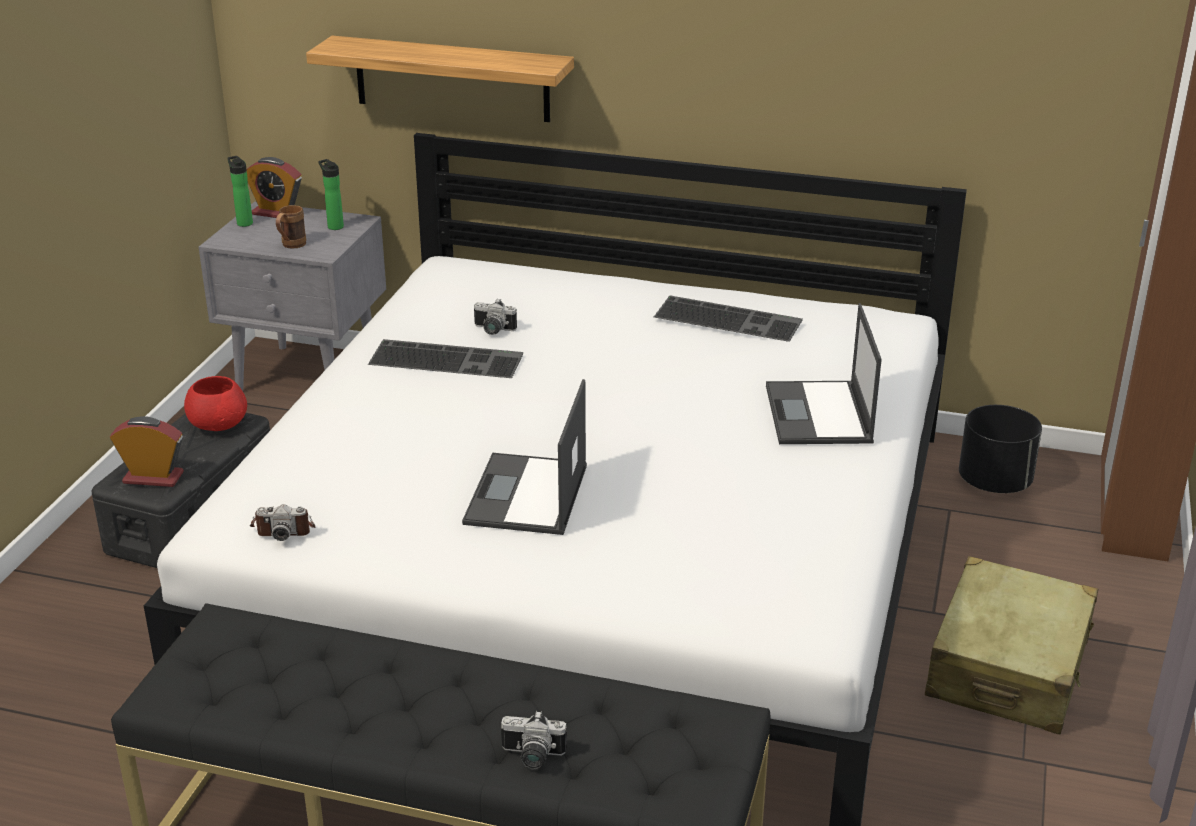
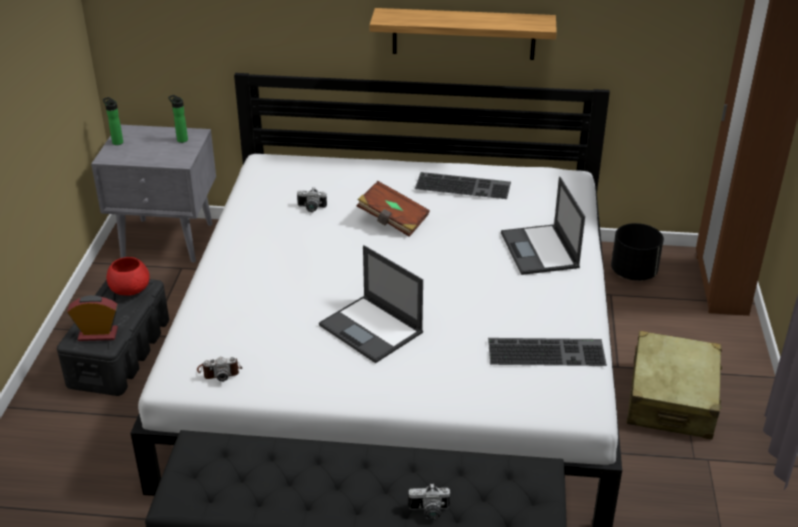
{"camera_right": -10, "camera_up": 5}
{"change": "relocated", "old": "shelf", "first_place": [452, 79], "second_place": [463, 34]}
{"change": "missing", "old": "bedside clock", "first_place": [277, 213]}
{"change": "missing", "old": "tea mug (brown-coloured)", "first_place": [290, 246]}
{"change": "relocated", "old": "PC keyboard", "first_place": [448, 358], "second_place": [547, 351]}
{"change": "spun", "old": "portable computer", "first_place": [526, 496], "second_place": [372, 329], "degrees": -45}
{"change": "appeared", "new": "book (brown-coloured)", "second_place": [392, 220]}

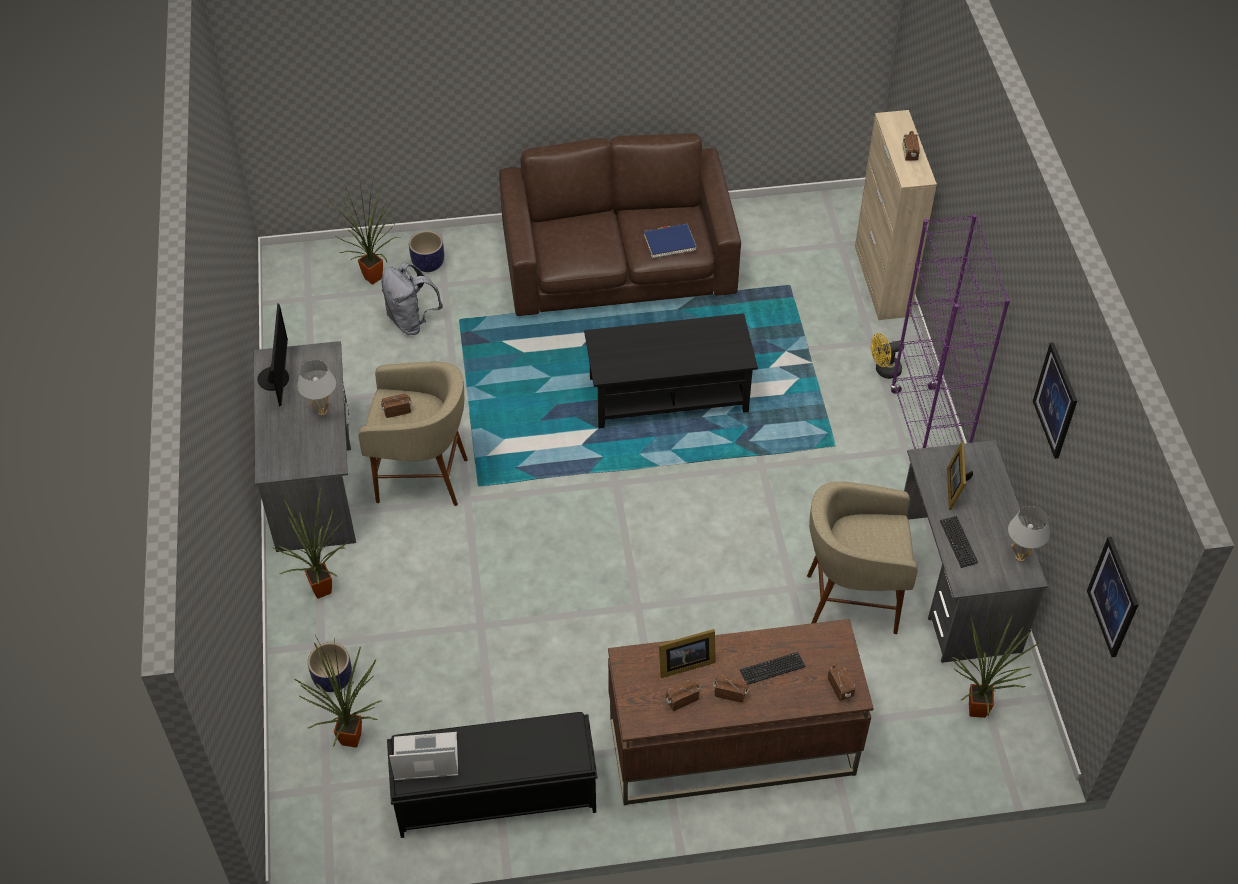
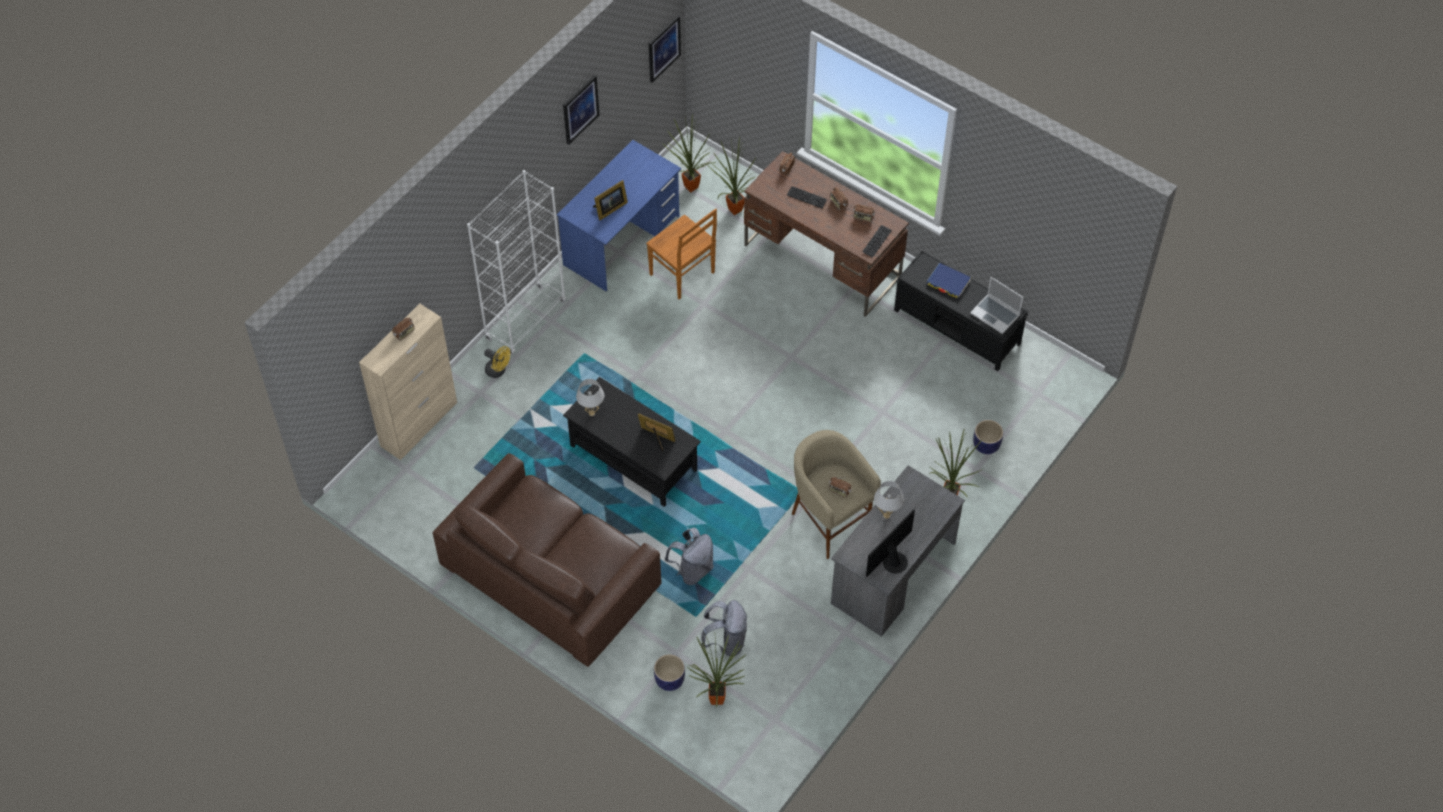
{"camera_right": -135, "camera_up": 5}
{"change": "colour", "old": "shelving unit (purple)", "new": "shelving unit (white)", "first_place": [927, 431], "second_place": [525, 320]}
{"change": "relocated", "old": "book (blue)", "first_place": [669, 243], "second_place": [948, 282]}
{"change": "colour", "old": "desk table (gray)", "new": "desk table (blue)", "first_place": [957, 584], "second_place": [622, 241]}
{"change": "exchanged", "old": "stool (beige)", "new": "chair (brown-coloured)", "first_place": [851, 601], "second_place": [683, 274]}
{"change": "relocated", "old": "table lamp (white)", "first_place": [1020, 558], "second_place": [592, 413]}
{"change": "relocated", "old": "PC keyboard", "first_place": [958, 542], "second_place": [876, 242]}
{"change": "relocated", "old": "picture frame", "first_place": [683, 664], "second_place": [657, 438]}
{"change": "relocated", "old": "plant in a pot", "first_place": [353, 736], "second_place": [732, 211]}
{"change": "appeared", "new": "knapsack (gray)", "second_place": [692, 570]}

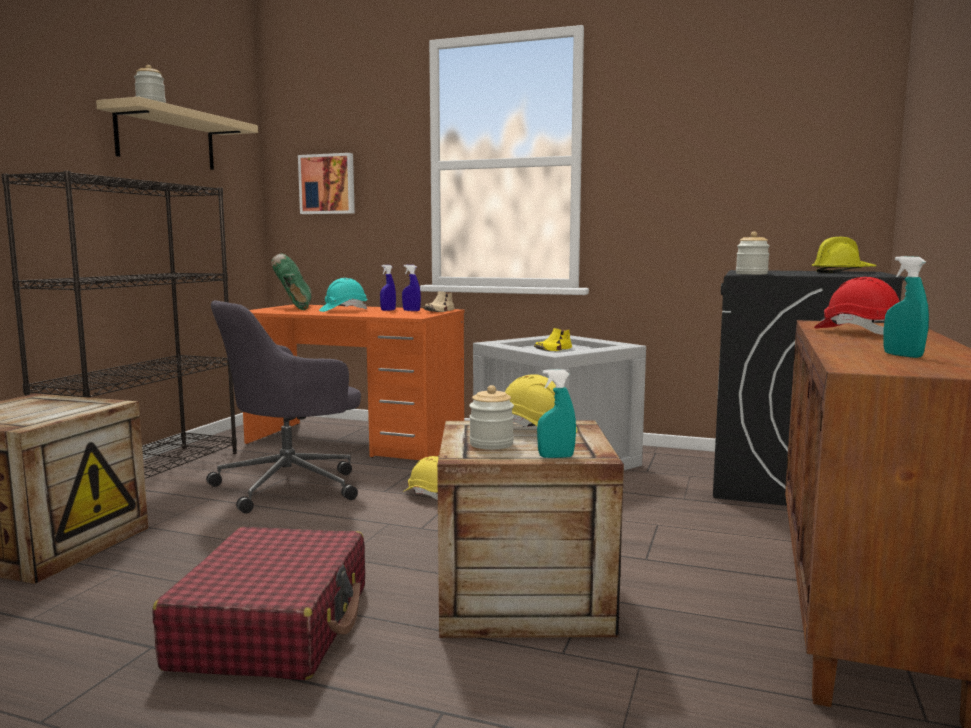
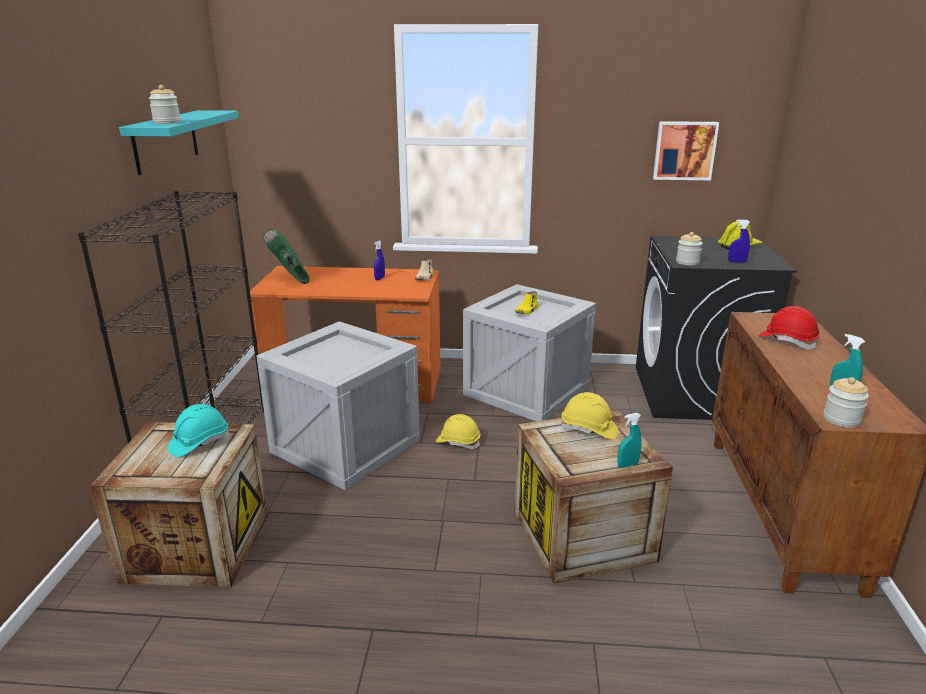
{"camera_right": -15, "camera_up": 15}
{"change": "colour", "old": "shelf (beige)", "new": "shelf (blue-green)", "first_place": [166, 139], "second_place": [166, 141]}
{"change": "relocated", "old": "picture", "first_place": [328, 184], "second_place": [684, 150]}
{"change": "relocated", "old": "hand sprayer (blue)", "first_place": [411, 311], "second_place": [736, 262]}
{"change": "relocated", "old": "hard hat (blue-green)", "first_place": [343, 310], "second_place": [199, 442]}
{"change": "exchanged", "old": "computer chair (gray)", "new": "packing crate", "first_place": [291, 486], "second_place": [343, 446]}
{"change": "relocated", "old": "storage jar", "first_place": [491, 444], "second_place": [841, 419]}
{"change": "missing", "old": "piece of luggage (red-coloured)", "first_place": [274, 626]}

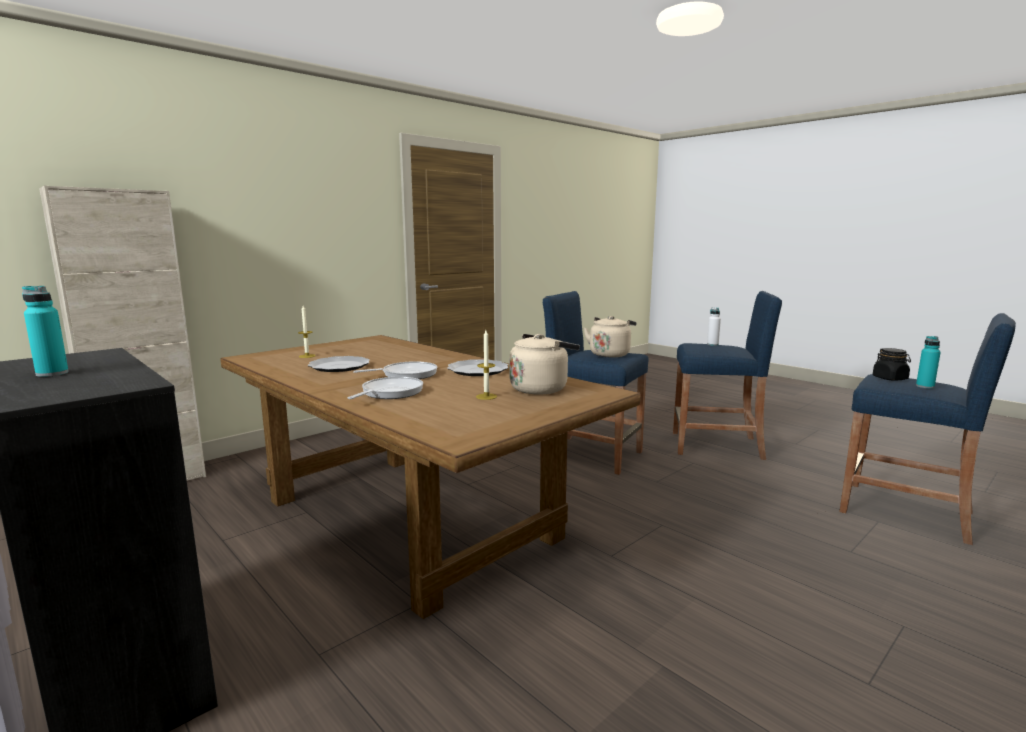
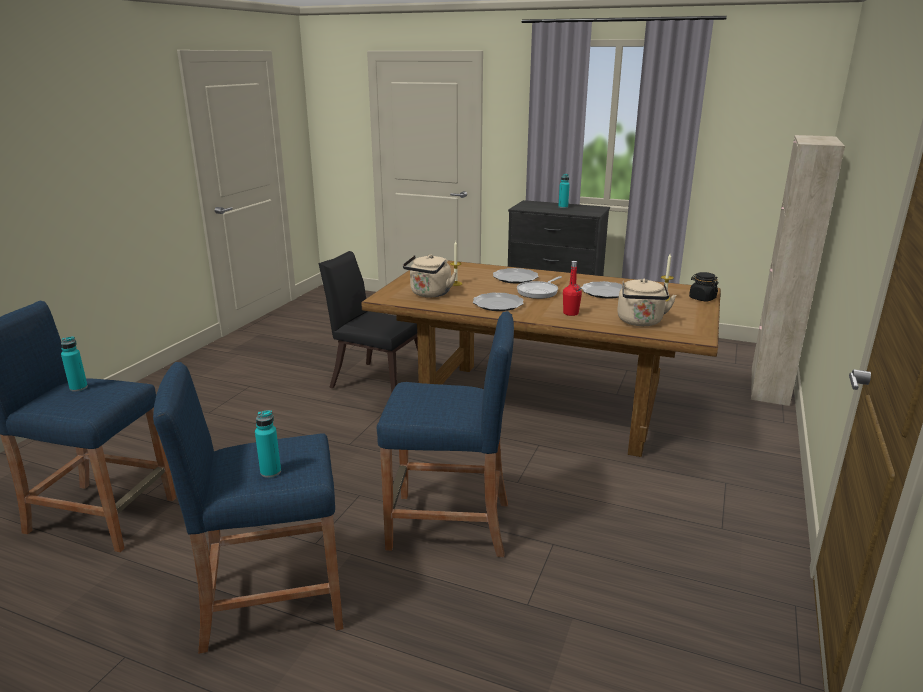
{"camera_right": 155, "camera_up": 10}
{"change": "colour", "old": "beverage bottle (white)", "new": "beverage bottle (blue-green)", "first_place": [712, 344], "second_place": [270, 472]}
{"change": "relocated", "old": "water kettle (beige)", "first_place": [610, 354], "second_place": [640, 322]}
{"change": "relocated", "old": "storage jar (blackish)", "first_place": [890, 378], "second_place": [702, 298]}
{"change": "exchanged", "old": "frying pan", "new": "flat dish", "first_place": [390, 393], "second_place": [515, 278]}
{"change": "appeared", "new": "chair (blackish)", "second_place": [375, 381]}
{"change": "appeared", "new": "beverage bottle (red-coloured)", "second_place": [570, 313]}

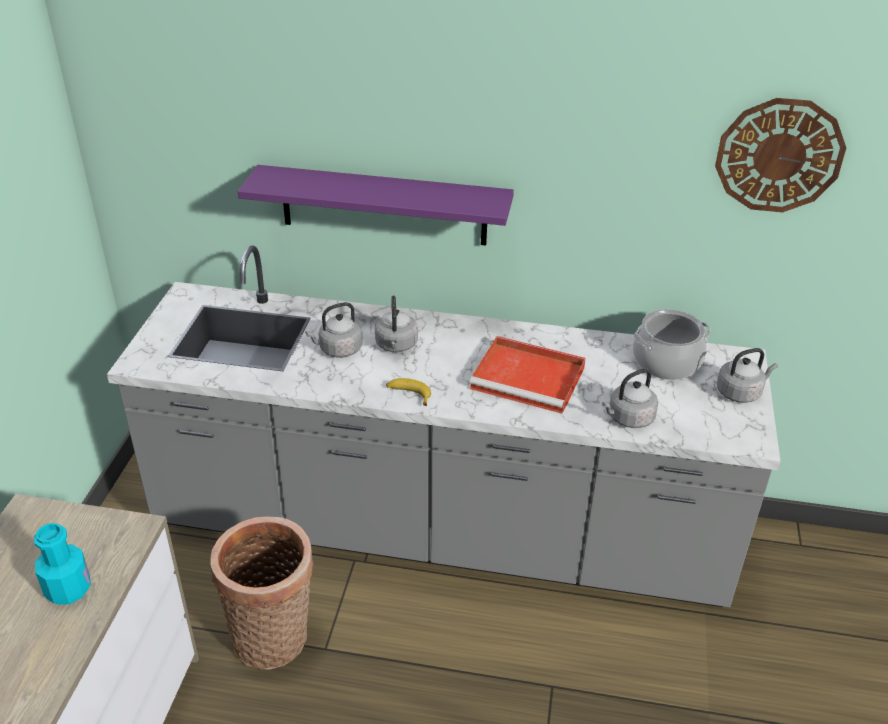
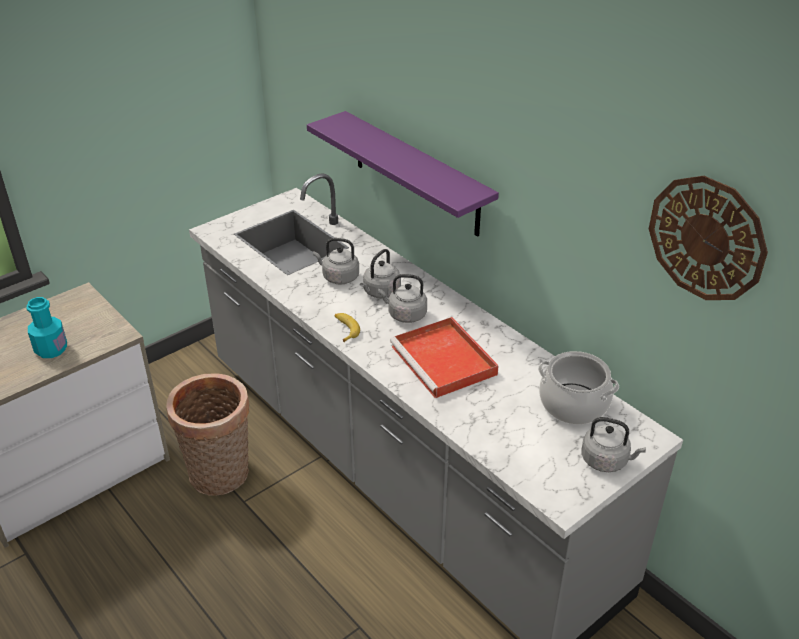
{"camera_right": 40, "camera_up": 0}
{"change": "relocated", "old": "water kettle (gray)", "first_place": [628, 419], "second_place": [405, 315]}

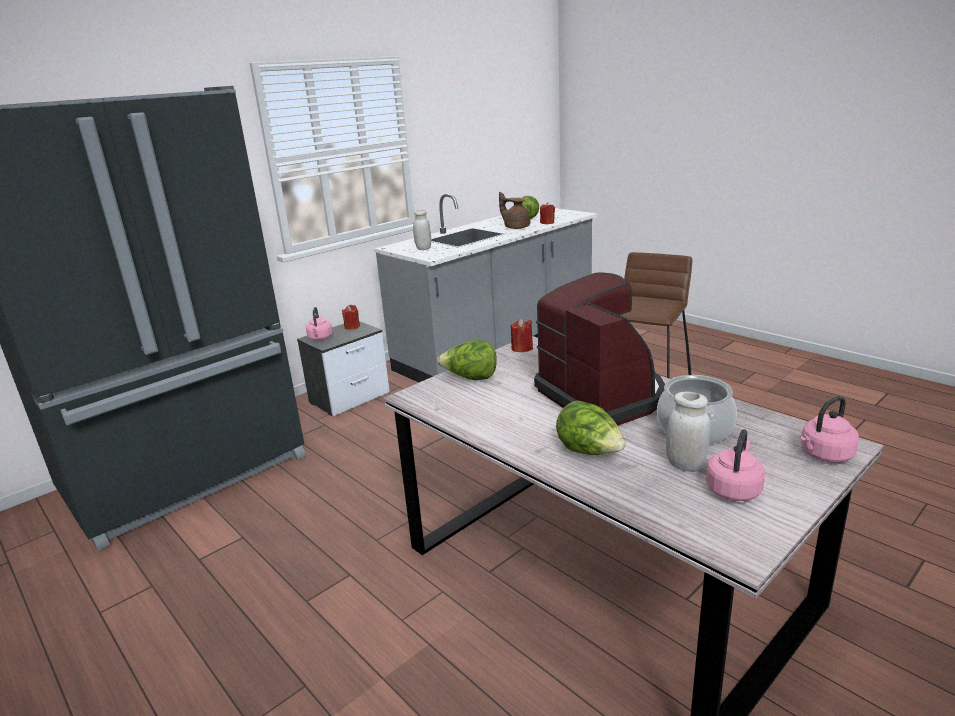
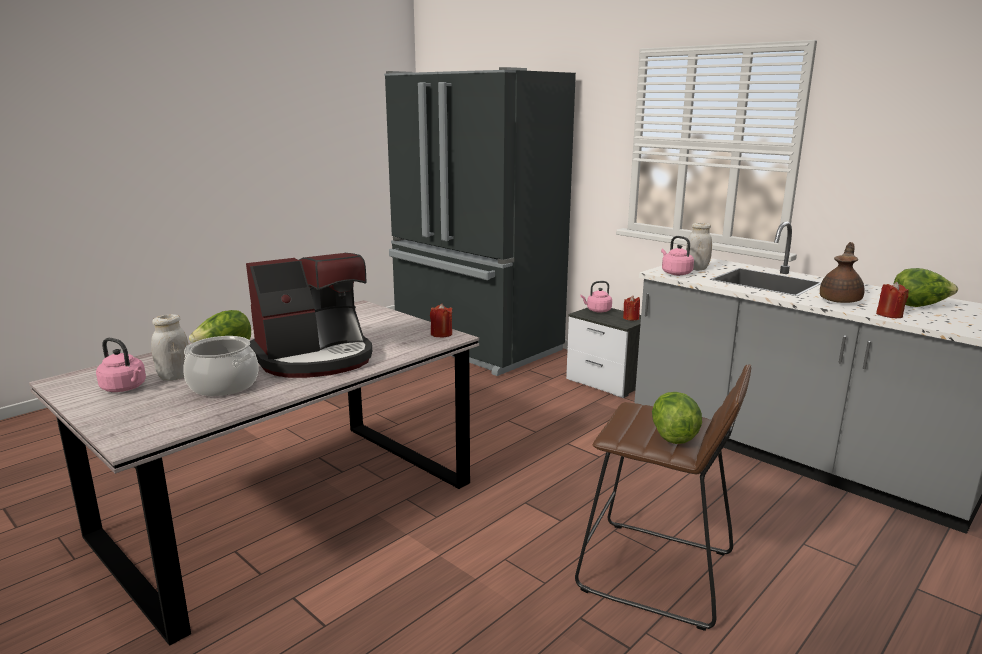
{"camera_right": 85, "camera_up": -5}
{"change": "relocated", "old": "lettuce head", "first_place": [470, 378], "second_place": [673, 435]}
{"change": "relocated", "old": "water kettle (pinkish)", "first_place": [824, 455], "second_place": [675, 273]}

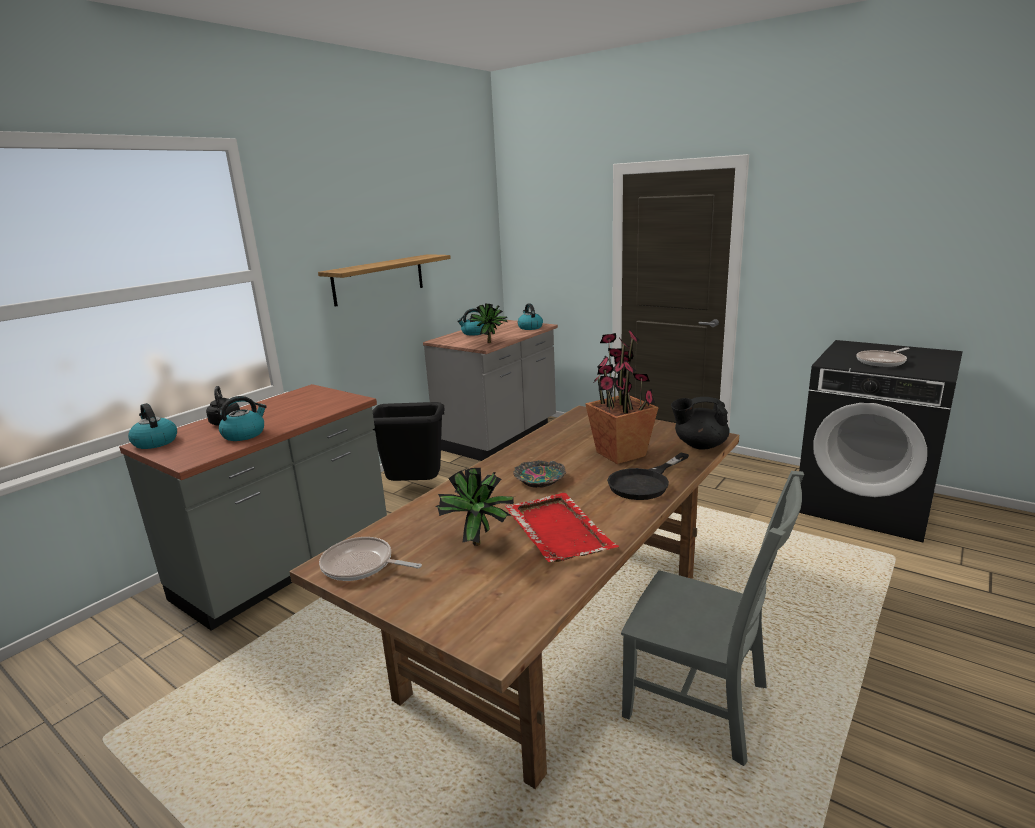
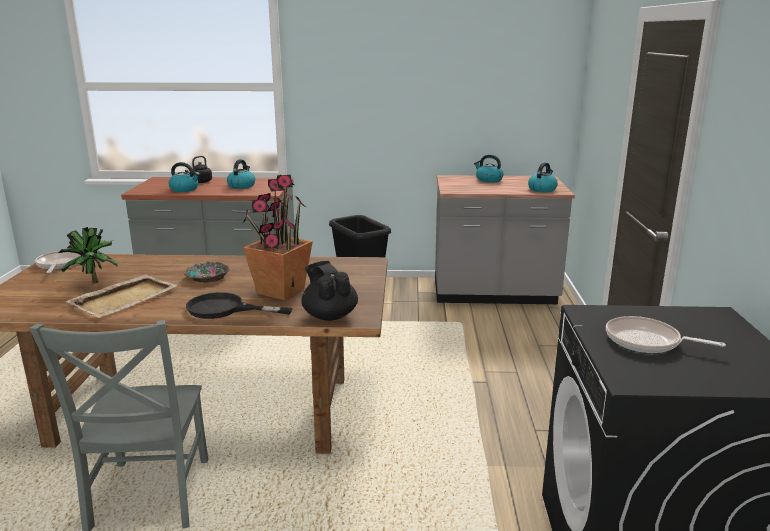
{"camera_right": 55, "camera_up": 0}
{"change": "missing", "old": "shelf", "first_place": [379, 279]}
{"change": "missing", "old": "plant in a pot", "first_place": [491, 343]}
{"change": "relocated", "old": "water kettle", "first_place": [155, 442], "second_place": [241, 186]}
{"change": "colour", "old": "serving tray (red-coloured)", "new": "serving tray (beige)", "first_place": [557, 529], "second_place": [125, 298]}

